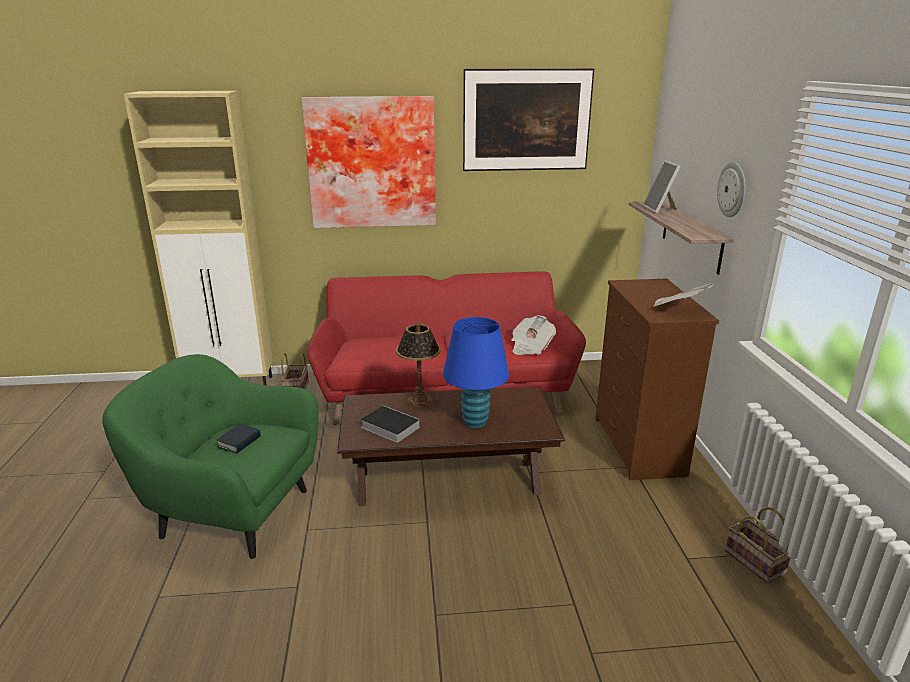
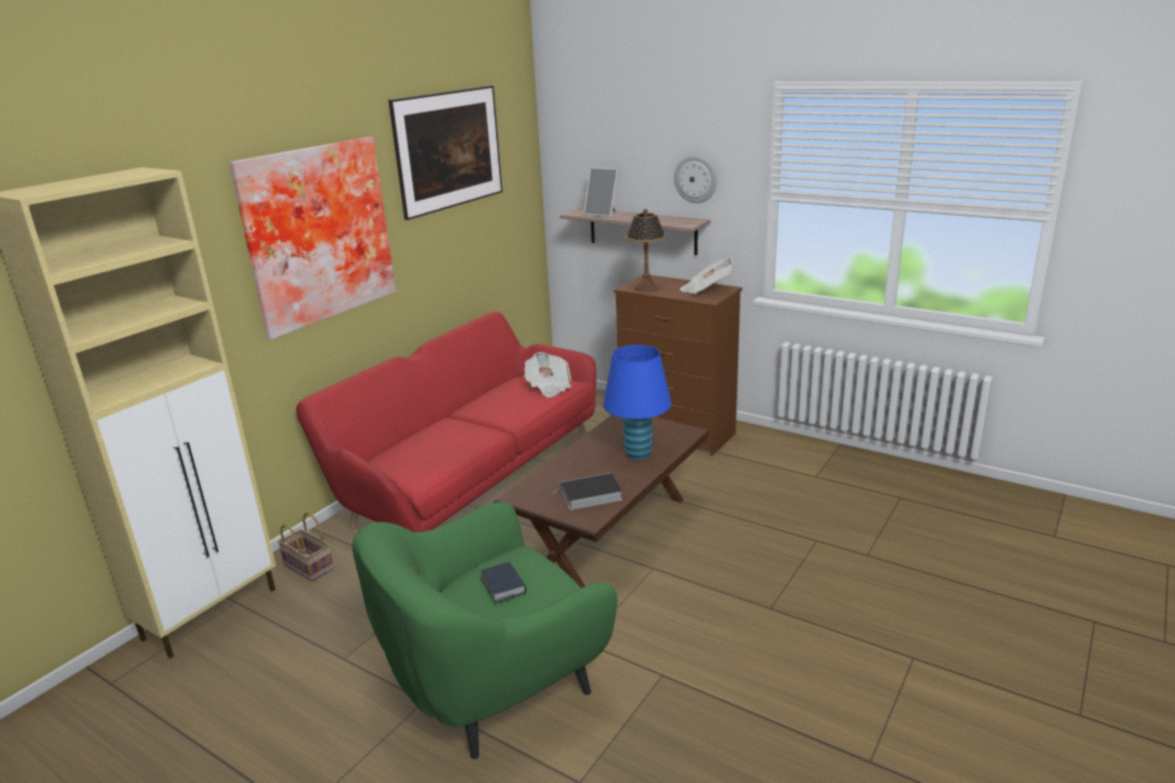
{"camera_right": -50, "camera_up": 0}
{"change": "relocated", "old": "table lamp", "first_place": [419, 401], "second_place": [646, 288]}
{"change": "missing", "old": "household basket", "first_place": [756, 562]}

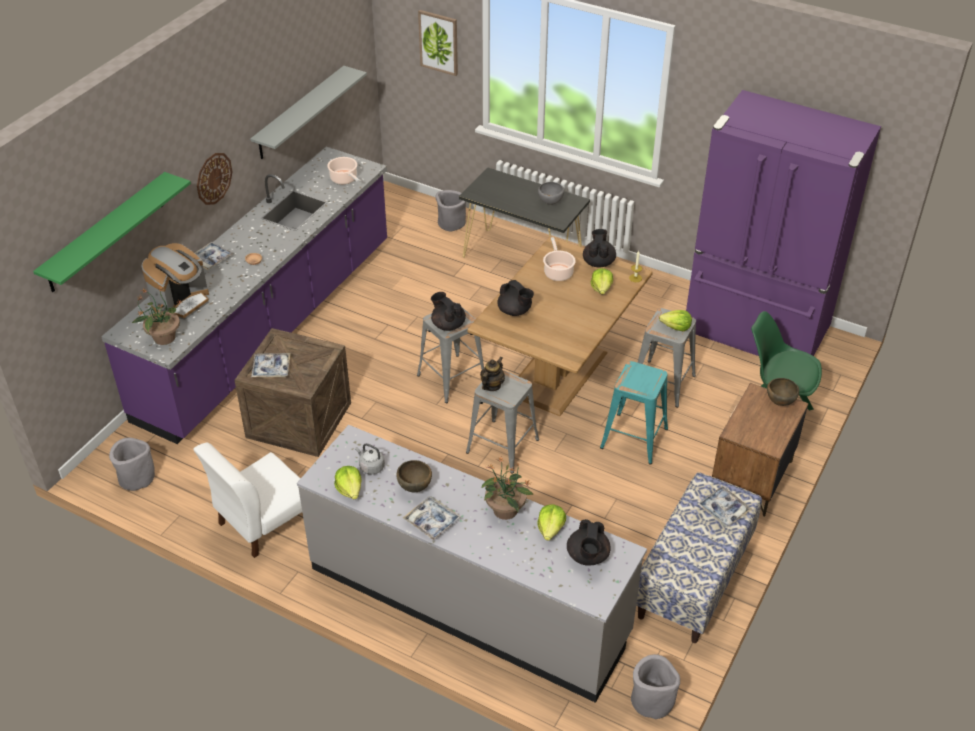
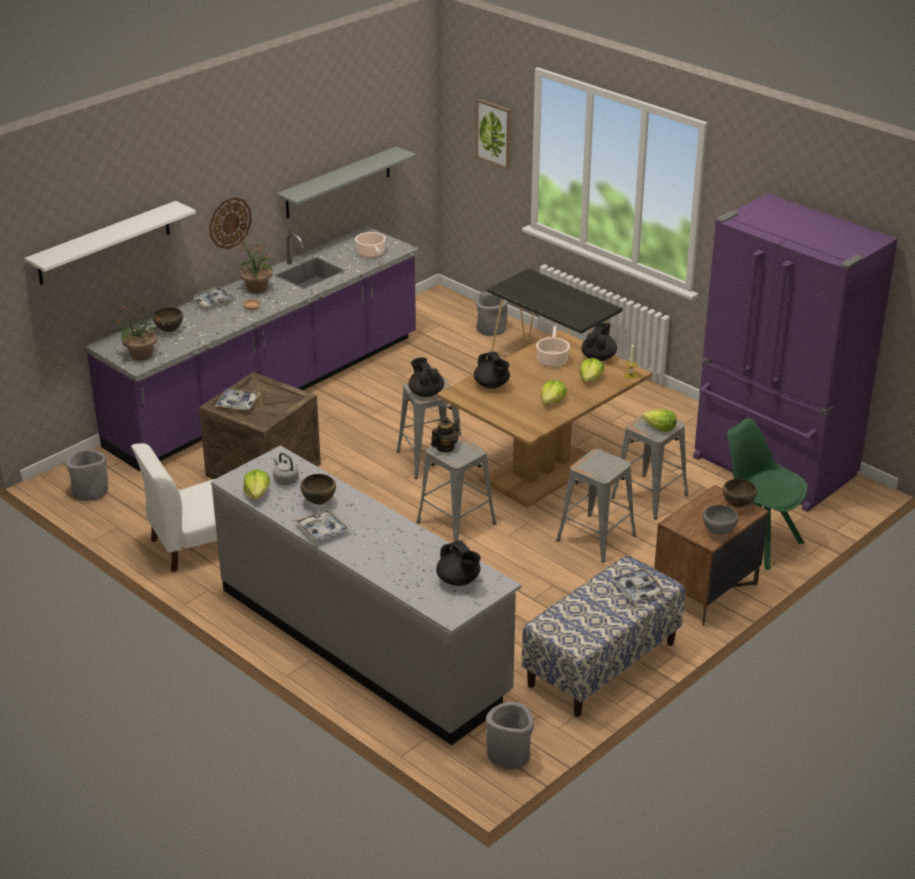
{"camera_right": 15, "camera_up": -10}
{"change": "colour", "old": "shelf (green)", "new": "shelf (white)", "first_place": [105, 233], "second_place": [104, 243]}
{"change": "relocated", "old": "serving bowl (gray)", "first_place": [550, 203], "second_place": [718, 533]}
{"change": "exchanged", "old": "coffee maker", "new": "serving bowl (brown-coloured)", "first_place": [181, 303], "second_place": [169, 331]}
{"change": "colour", "old": "stool (blue-green)", "new": "stool (gray)", "first_place": [634, 438], "second_place": [597, 538]}
{"change": "relocated", "old": "plant in a pot", "first_place": [505, 511], "second_place": [257, 289]}
{"change": "relocated", "old": "lettuce head", "first_place": [550, 529], "second_place": [552, 401]}
{"change": "spun", "old": "teapot (blackish)", "first_place": [587, 556], "second_place": [459, 580], "degrees": -60}

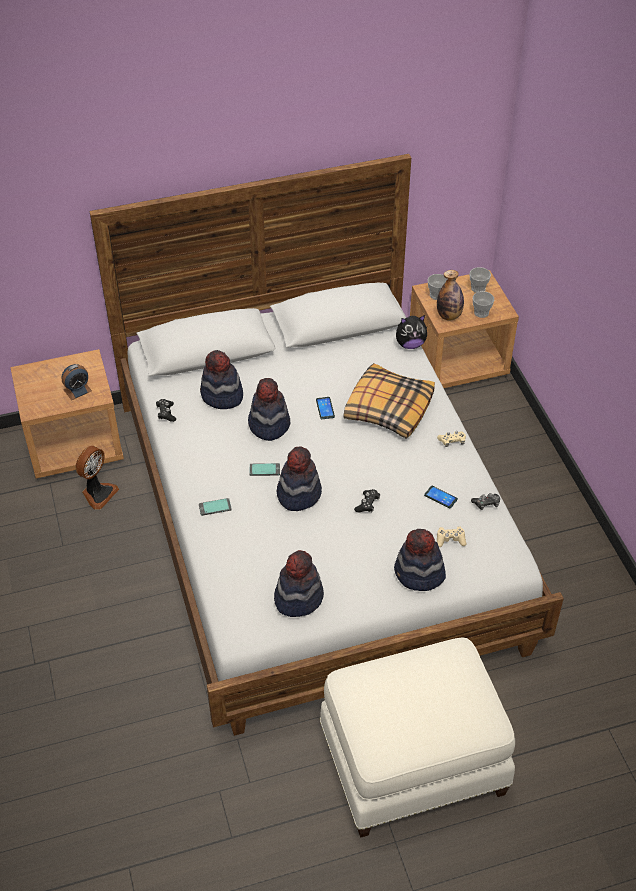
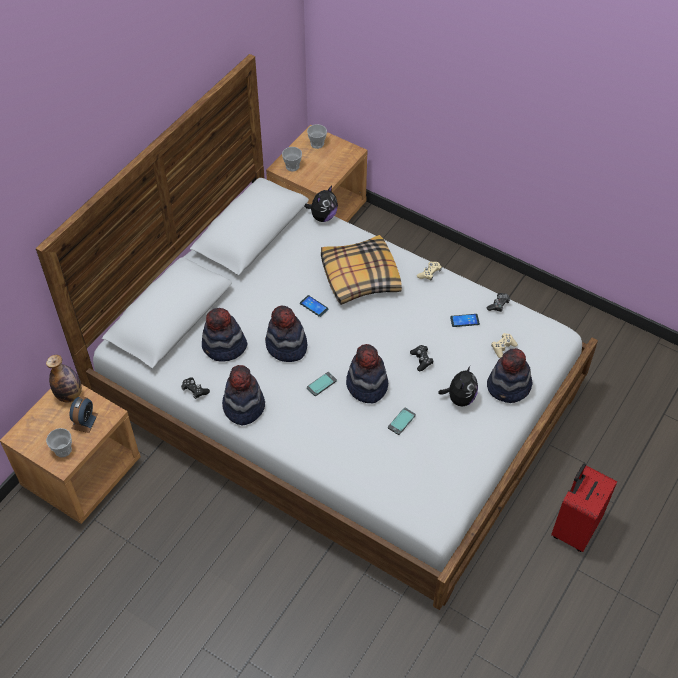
{"camera_right": -40, "camera_up": 5}
{"change": "relocated", "old": "beverage bottle", "first_place": [449, 316], "second_place": [69, 395]}
{"change": "relocated", "old": "cup", "first_place": [481, 313], "second_place": [63, 450]}
{"change": "missing", "old": "electric fan", "first_place": [98, 493]}
{"change": "relocated", "old": "handset", "first_place": [215, 507], "second_place": [401, 421]}
{"change": "relocated", "old": "clothing hat", "first_place": [298, 597], "second_place": [243, 406]}
{"change": "exchanged", "old": "pouffe (white)", "new": "piece of luggage (red-coloured)", "first_place": [412, 760], "second_place": [574, 528]}
{"change": "appeared", "new": "cuddly toy", "second_place": [459, 398]}

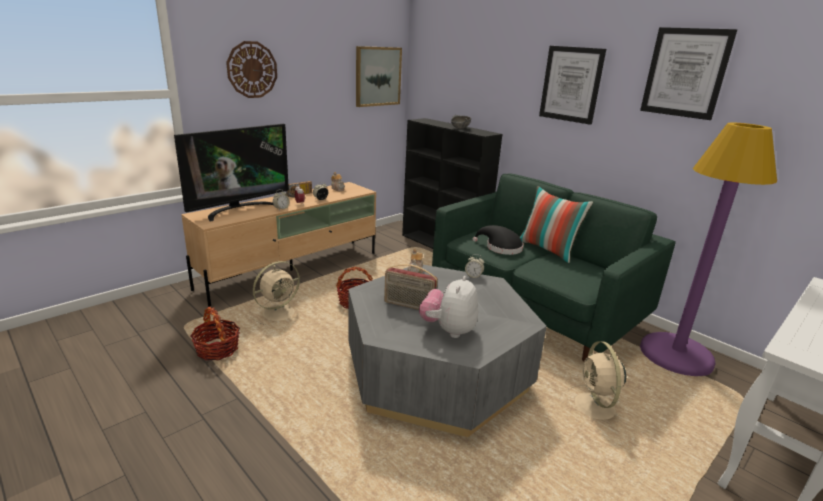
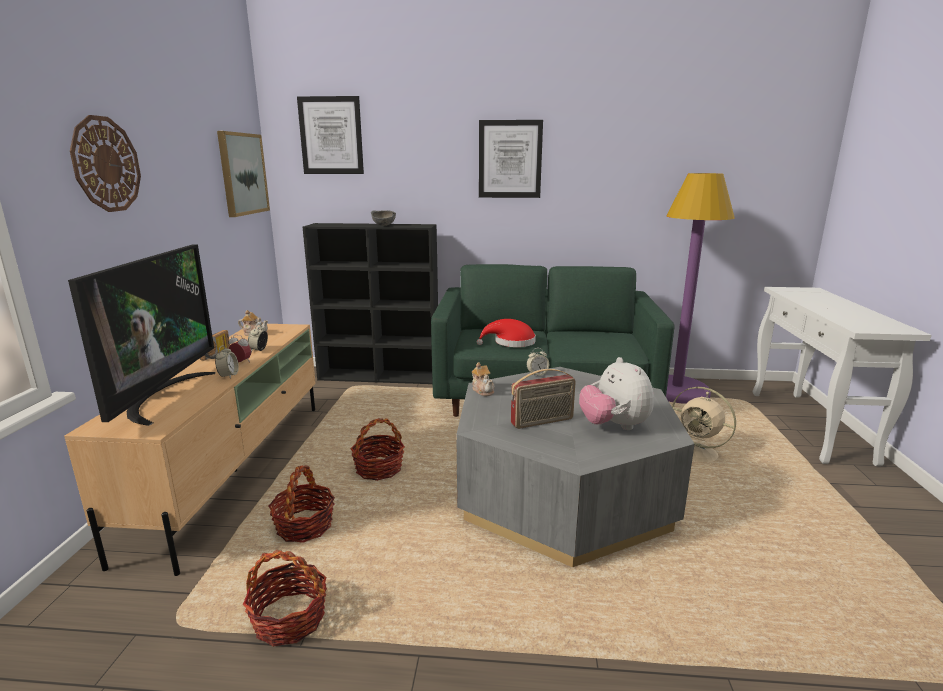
{"camera_right": -40, "camera_up": -5}
{"change": "relocated", "old": "picture", "first_place": [685, 73], "second_place": [331, 136]}
{"change": "missing", "old": "pillow", "first_place": [548, 250]}
{"change": "colour", "old": "clothing hat (blackish)", "new": "clothing hat (red-coloured)", "first_place": [500, 248], "second_place": [511, 342]}
{"change": "exchanged", "old": "electric fan (beige)", "new": "household basket", "first_place": [280, 313], "second_place": [304, 526]}

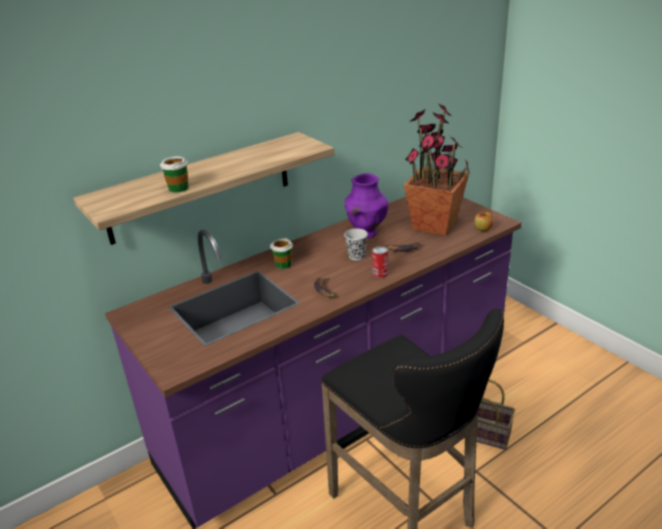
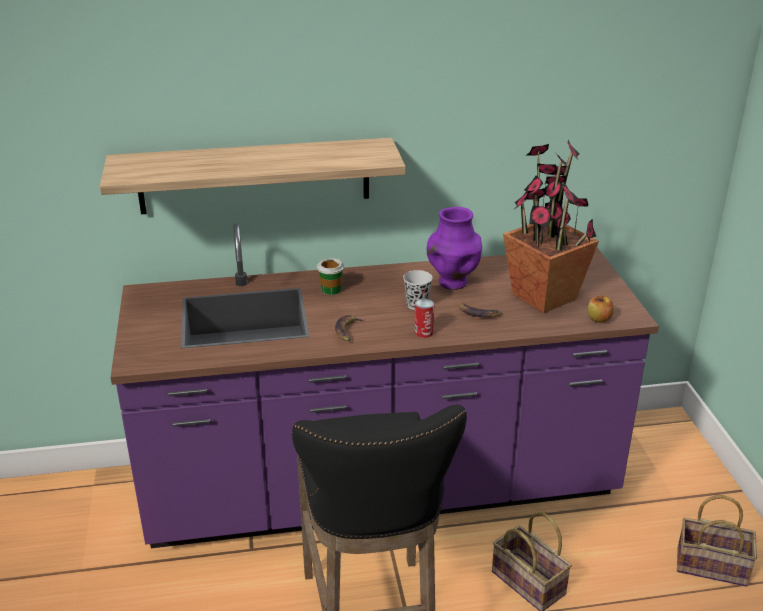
{"camera_right": 25, "camera_up": 0}
{"change": "missing", "old": "cup", "first_place": [178, 188]}
{"change": "appeared", "new": "household basket", "second_place": [713, 565]}

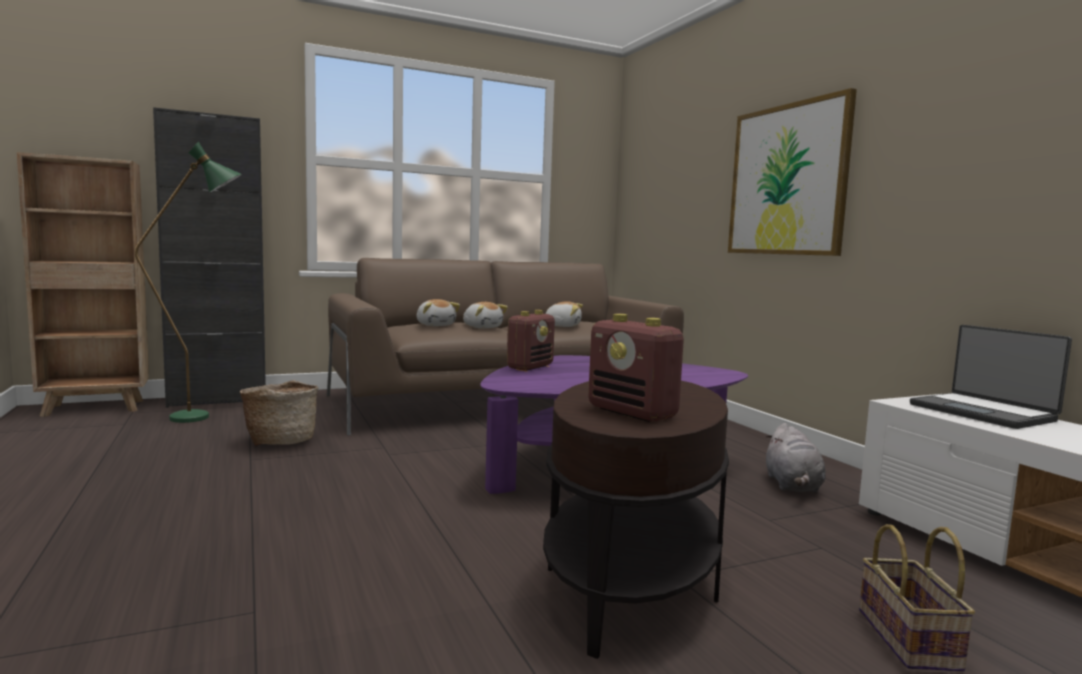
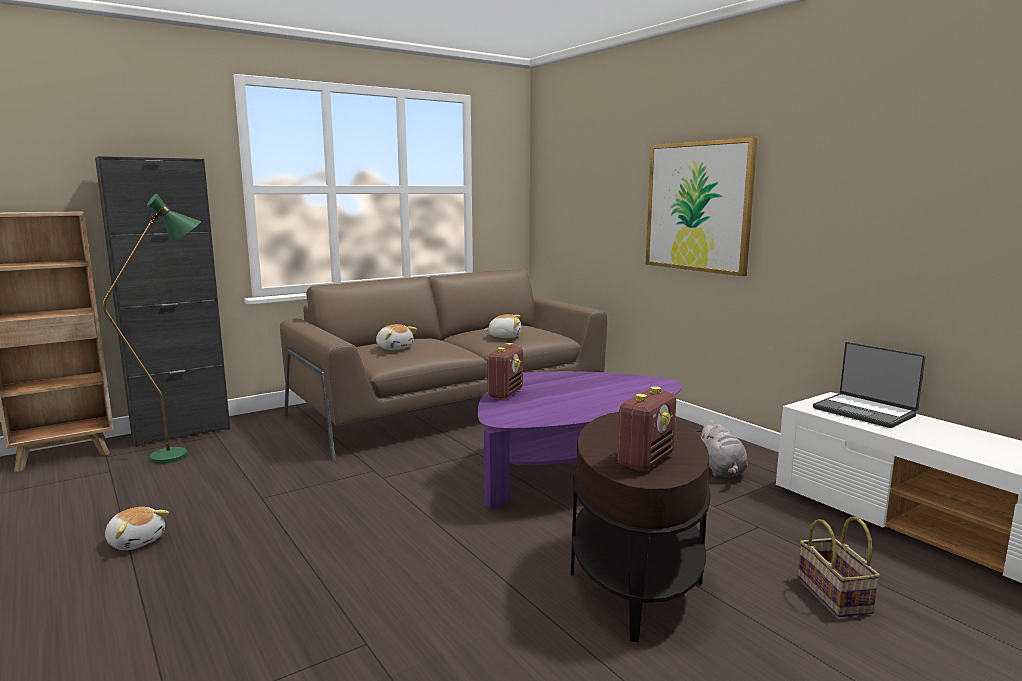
{"camera_right": -10, "camera_up": 5}
{"change": "relocated", "old": "cuddly toy", "first_place": [482, 327], "second_place": [136, 541]}
{"change": "spun", "old": "radio set", "first_place": [632, 413], "second_place": [645, 460], "degrees": -90}
{"change": "missing", "old": "household basket", "first_place": [280, 441]}

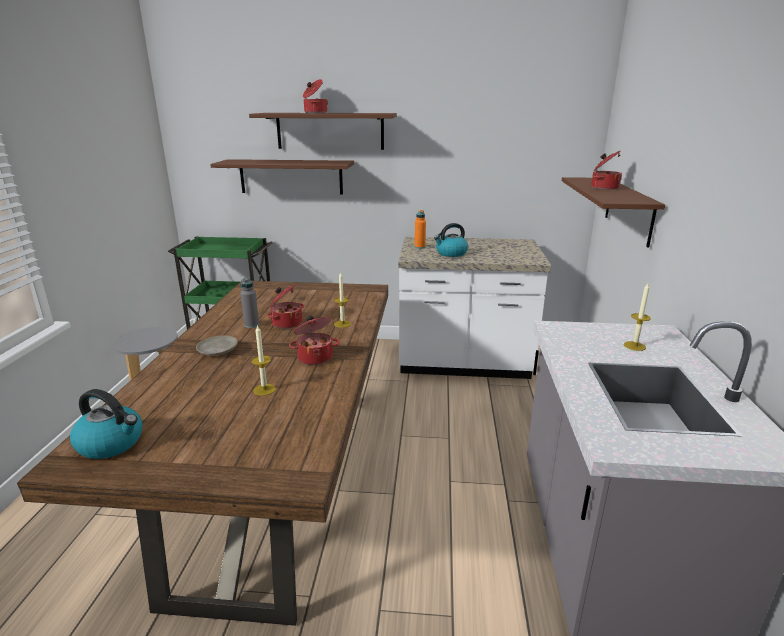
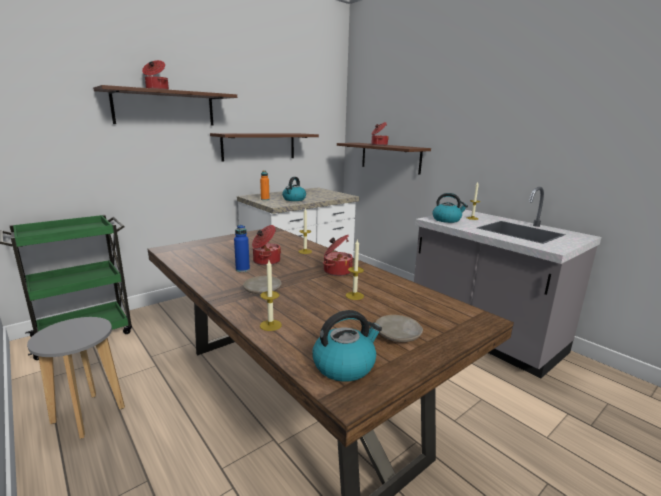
{"camera_right": -45, "camera_up": -5}
{"change": "relocated", "old": "shelf (brown-coloured)", "first_place": [291, 176], "second_place": [259, 146]}
{"change": "colour", "old": "beverage bottle (gray)", "new": "beverage bottle (blue)", "first_place": [251, 325], "second_place": [242, 269]}
{"change": "appeared", "new": "water kettle", "second_place": [447, 220]}
{"change": "appeared", "new": "candle", "second_place": [270, 325]}
{"change": "appeared", "new": "flat dish (beige)", "second_place": [398, 335]}

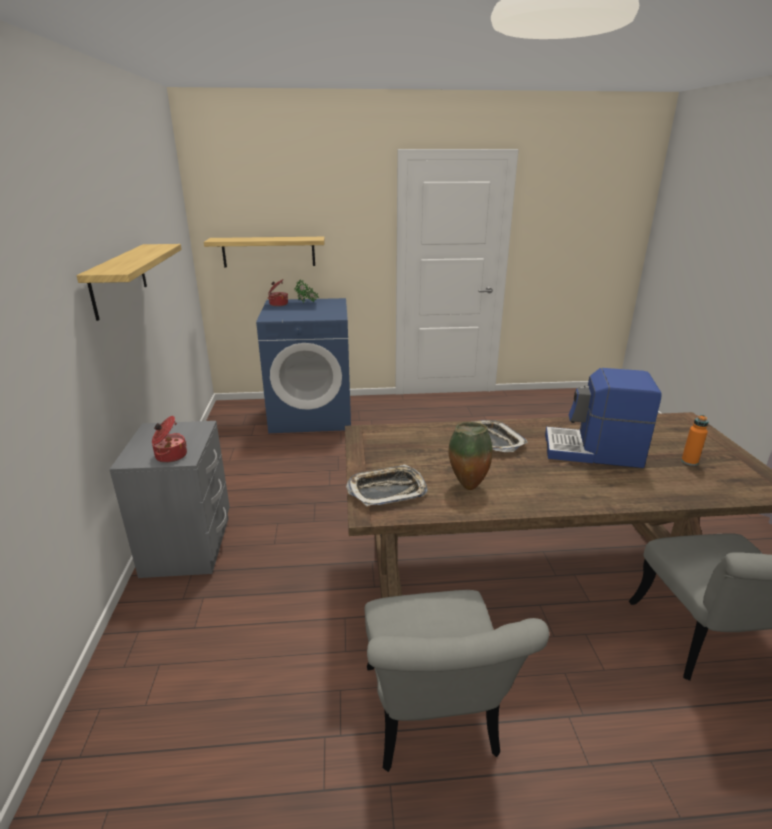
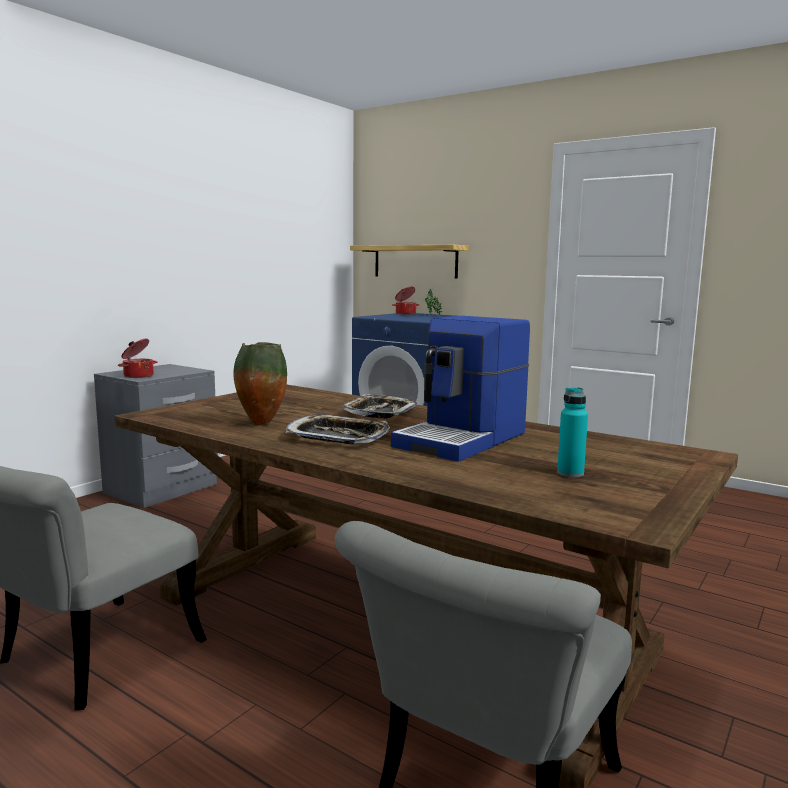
{"camera_right": 40, "camera_up": -15}
{"change": "missing", "old": "shelf", "first_place": [119, 279]}
{"change": "spun", "old": "coffee maker", "first_place": [593, 451], "second_place": [463, 440], "degrees": -105}
{"change": "colour", "old": "beverage bottle (orange)", "new": "beverage bottle (blue-green)", "first_place": [689, 461], "second_place": [570, 473]}
{"change": "relocated", "old": "serving tray", "first_place": [387, 490], "second_place": [338, 437]}

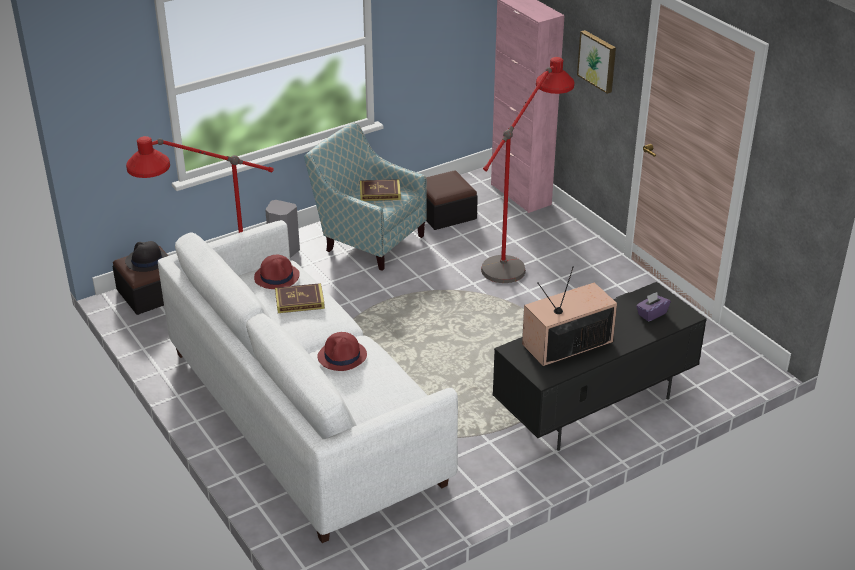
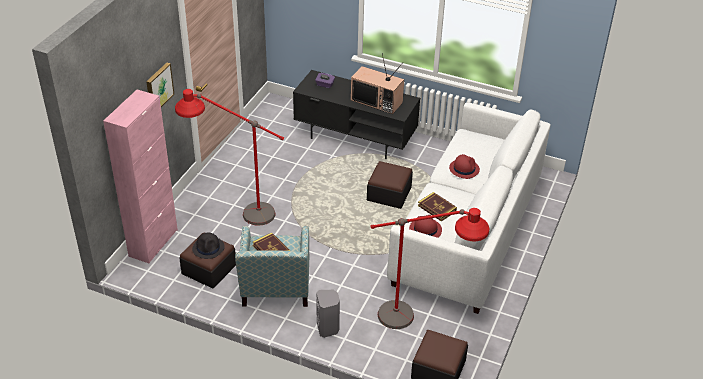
{"camera_right": -125, "camera_up": 5}
{"change": "relocated", "old": "clothing hat (blackish)", "first_place": [146, 261], "second_place": [208, 248]}
{"change": "appeared", "new": "pouffe", "second_place": [389, 194]}

